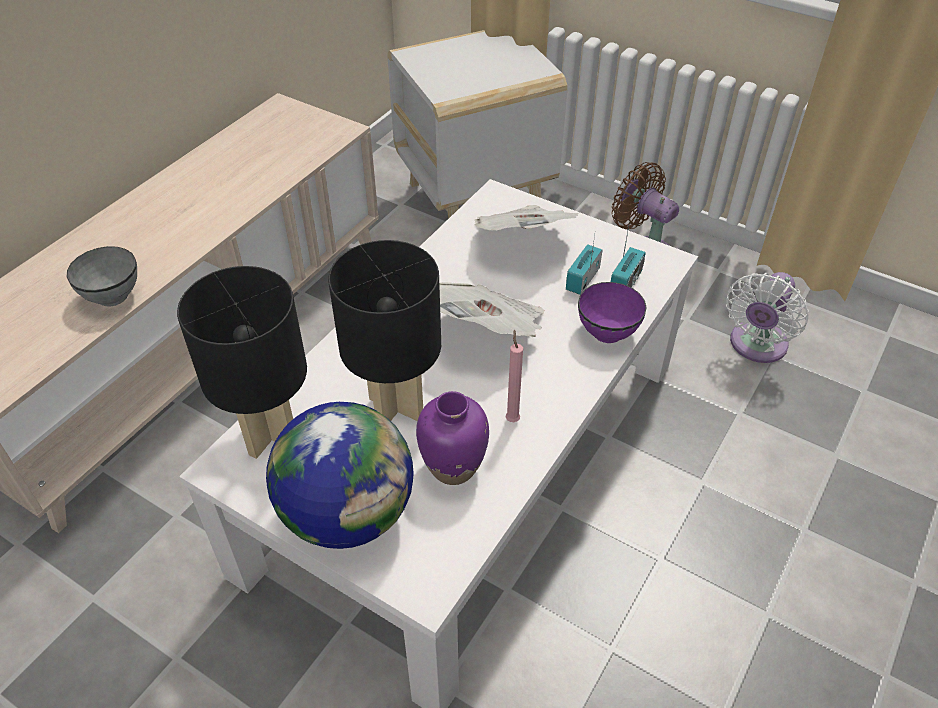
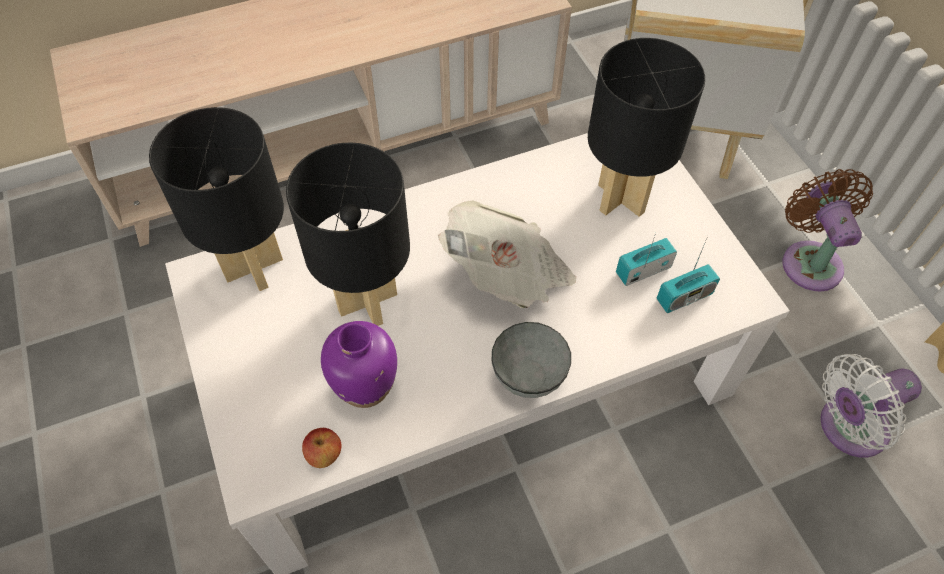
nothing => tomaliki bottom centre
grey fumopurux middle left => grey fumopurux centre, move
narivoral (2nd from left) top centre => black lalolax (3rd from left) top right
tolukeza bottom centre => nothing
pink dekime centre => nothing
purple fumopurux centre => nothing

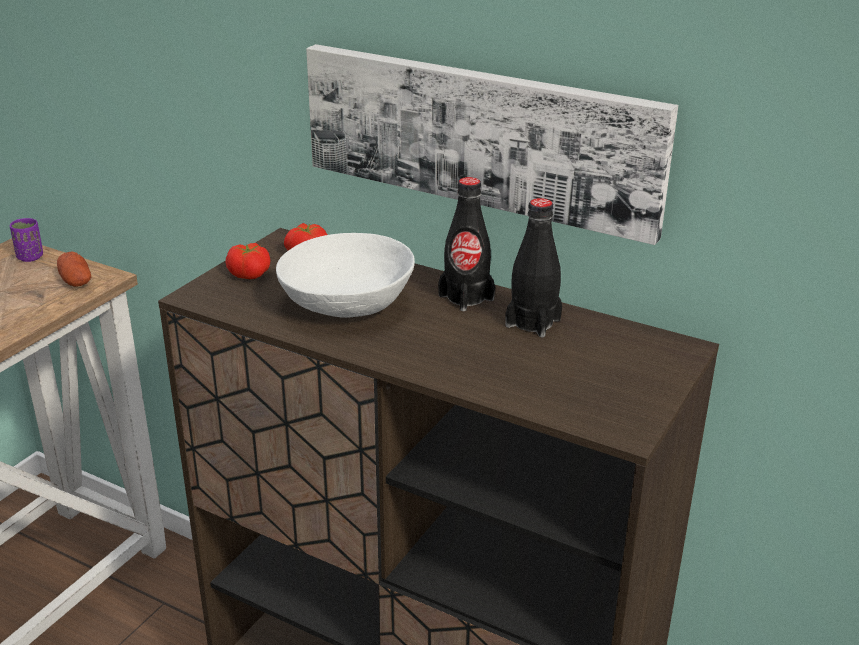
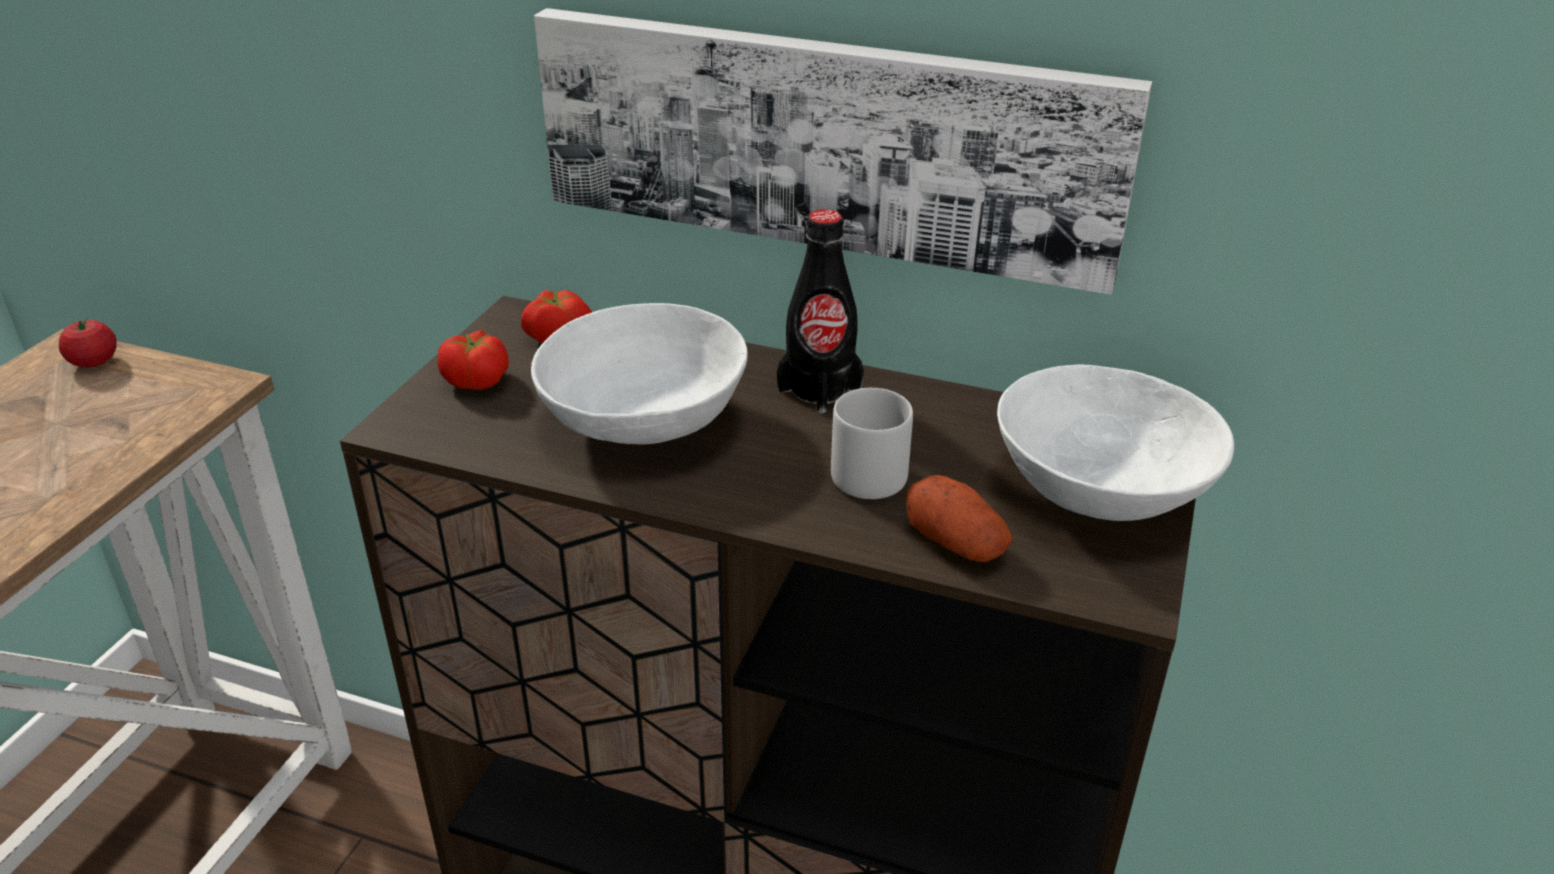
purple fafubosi middle left => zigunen (1st from left) middle left
nothing => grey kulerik centre
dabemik middle left => dabemik centre, move
nothing => white fumopurux (2nd from left) middle right
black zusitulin (2nd from left) centre => nothing

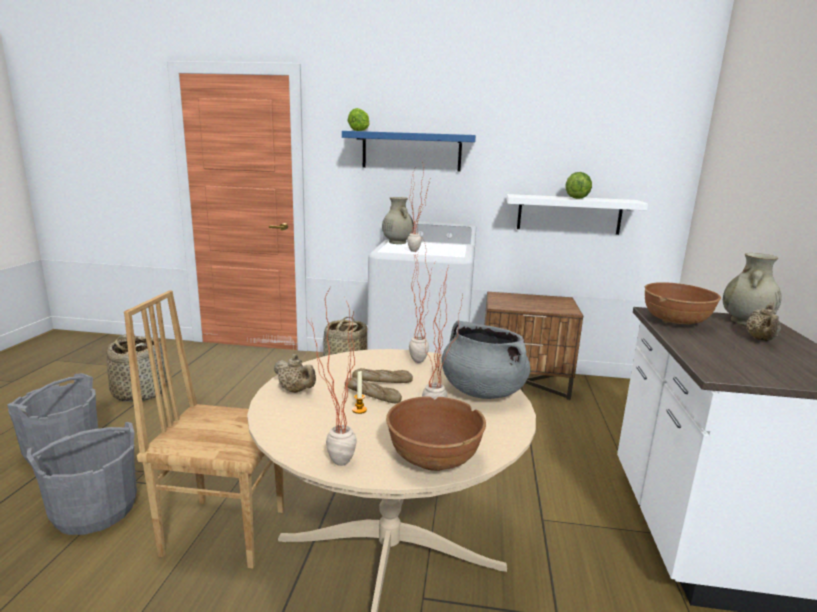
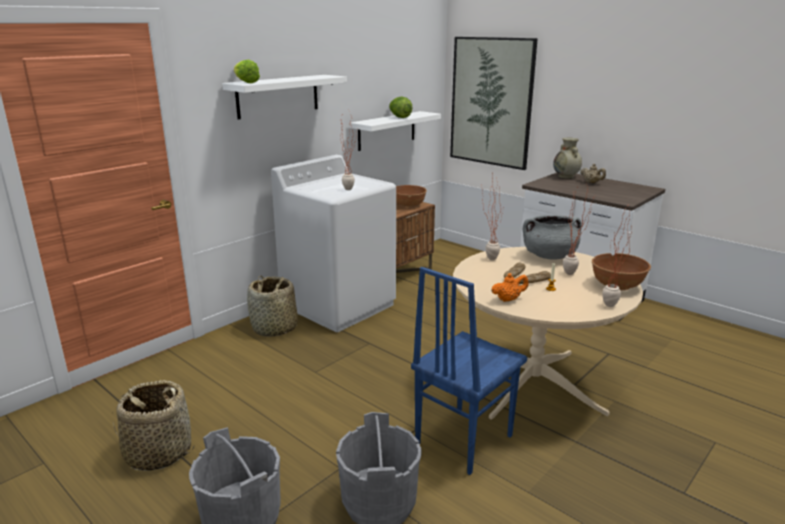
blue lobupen top centre => white lobupen (1st from left) top centre
brown fumopurux (2nd from left in the first image) middle right => brown fumopurux (1st from left) centre, move
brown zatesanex bottom left => blue zatesanex bottom centre
nothing => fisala top centre
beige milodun (1st from left) centre => orange milodun centre
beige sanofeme (1st from left) centre => nothing

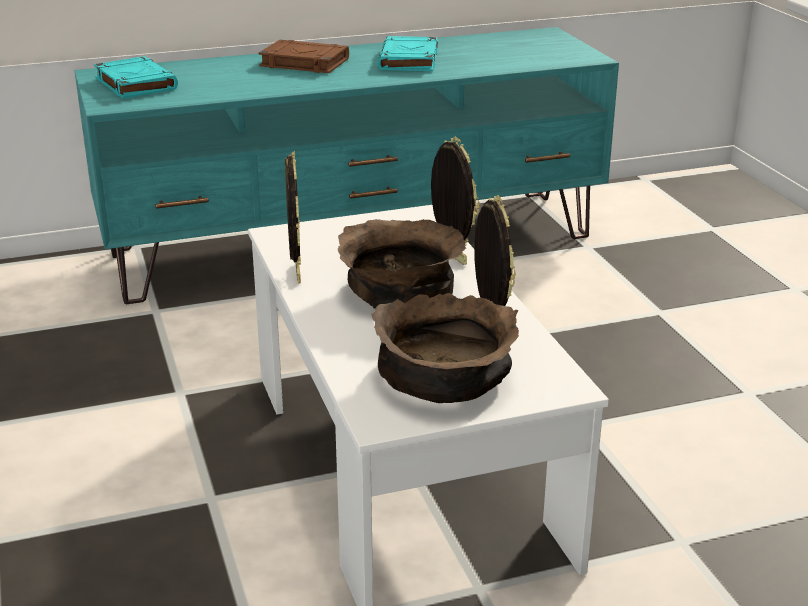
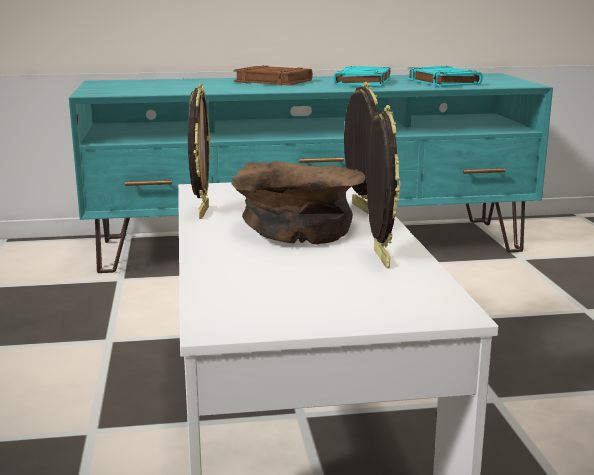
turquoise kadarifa (1st from left in the first image) top left => turquoise kadarifa (2nd from left) top right, move
brown fumopurux (2nd from left) centre => nothing

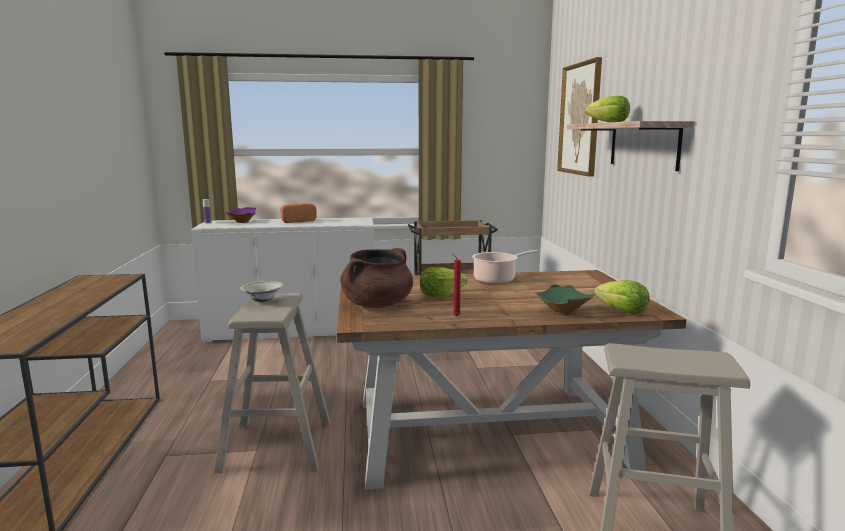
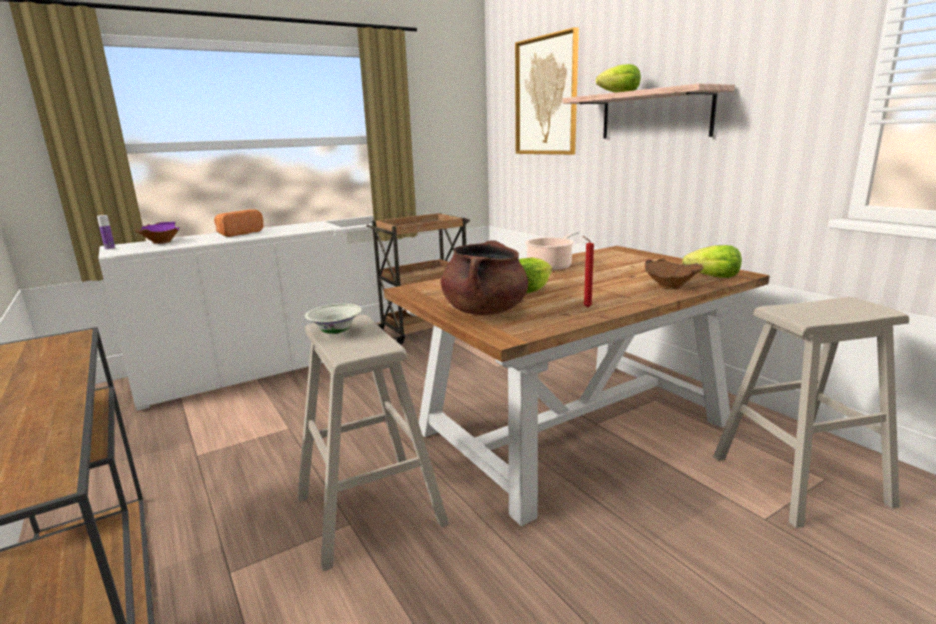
green fumopurux middle right => brown fumopurux middle right

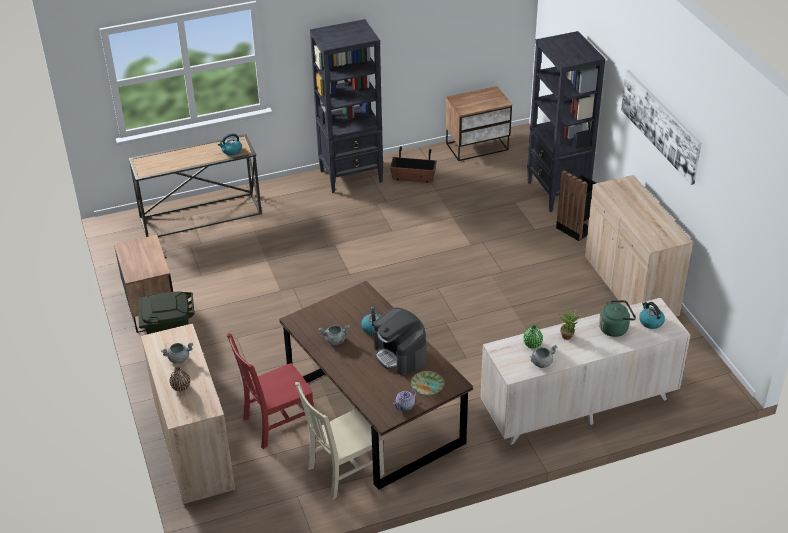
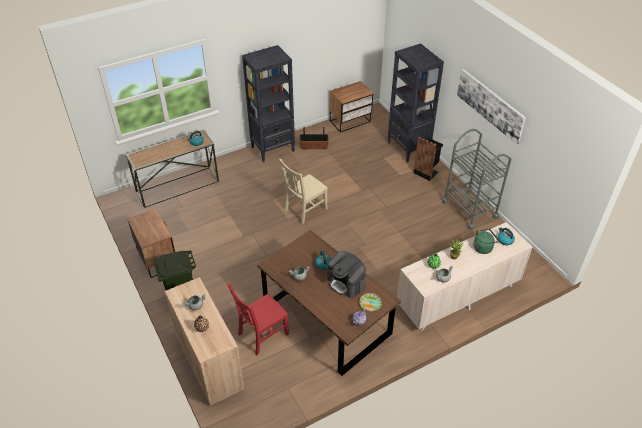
beige zatesanex bottom centre => beige zatesanex centre, move
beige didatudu (2nd from left) middle right => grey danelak middle right

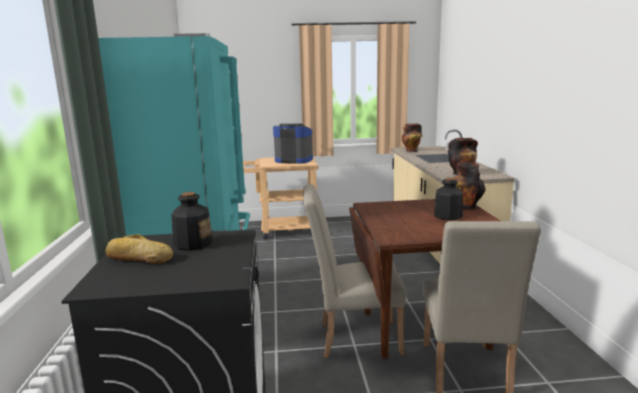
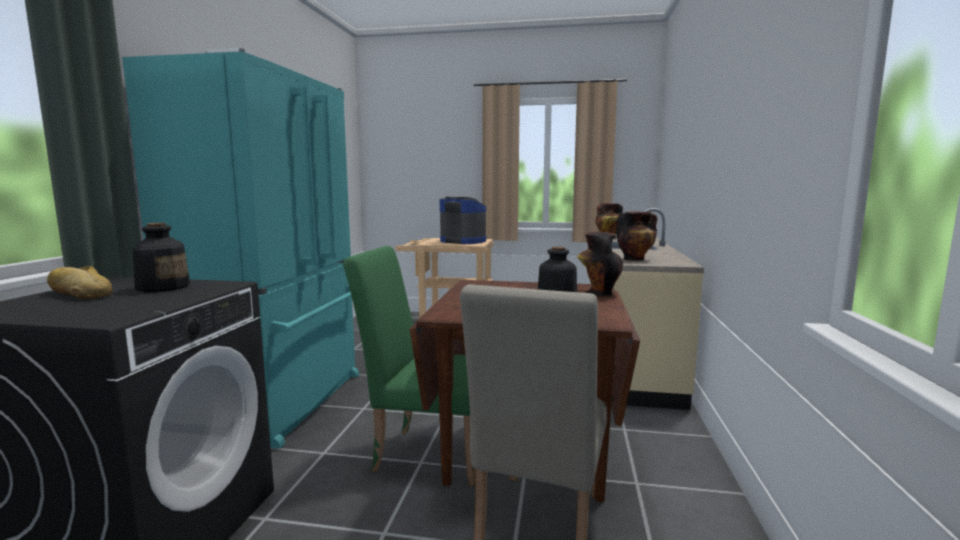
beige zatesanex (1st from left) bottom centre => green zatesanex bottom centre

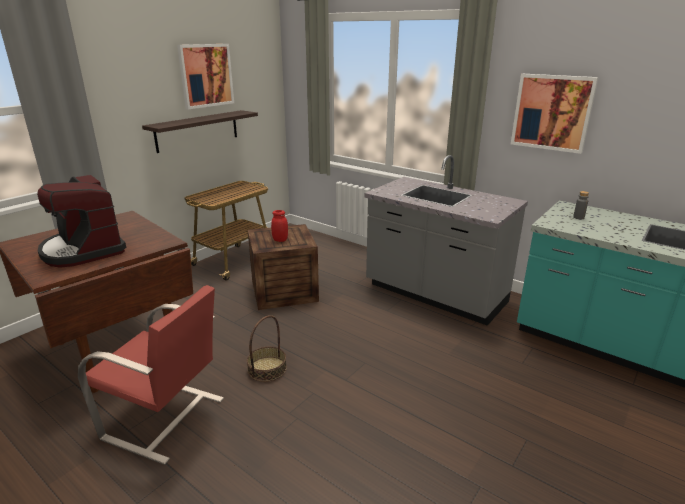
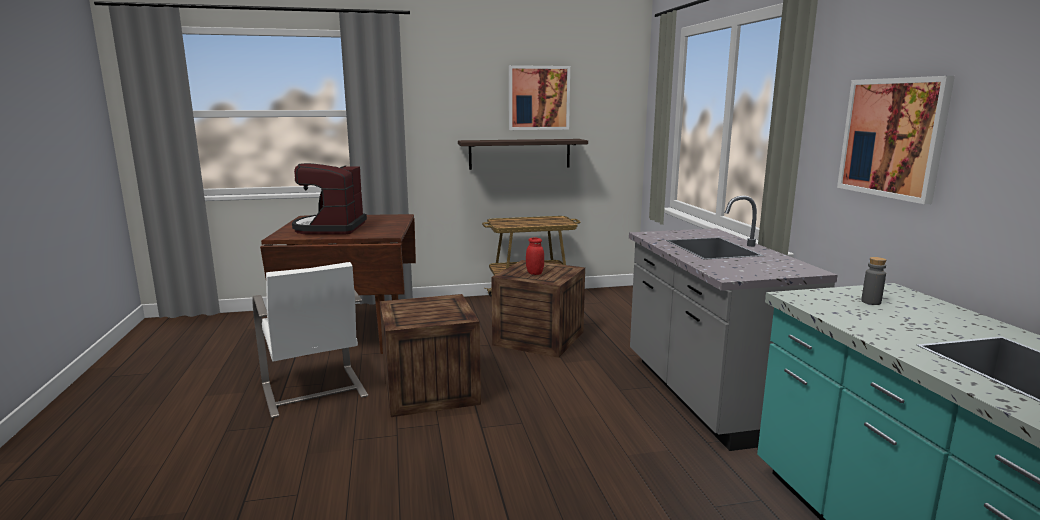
red zatesanex bottom left => white zatesanex middle left
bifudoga bottom centre => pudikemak (1st from left) bottom centre

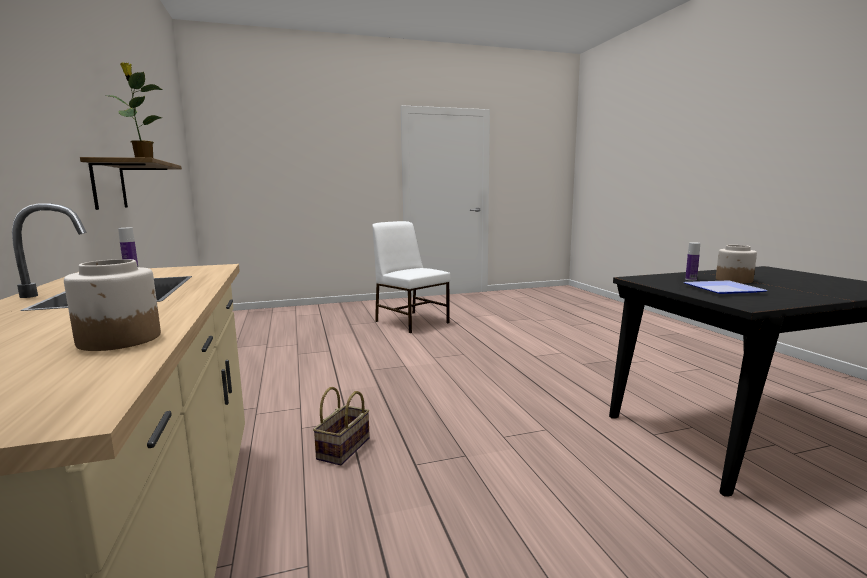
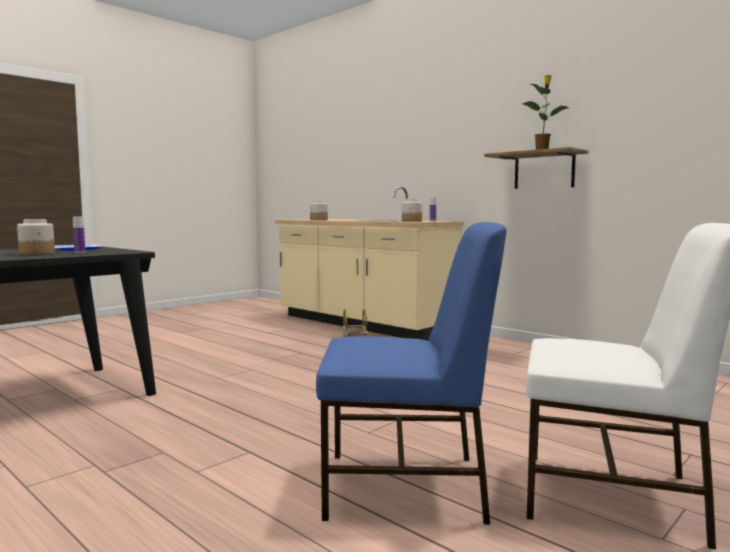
nothing => blue zatesanex bottom centre
nothing => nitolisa (3rd from left) centre

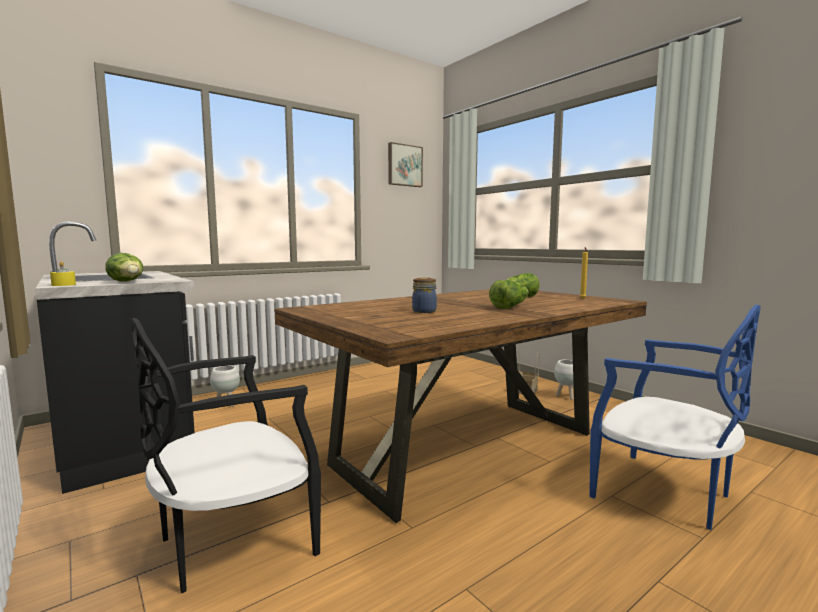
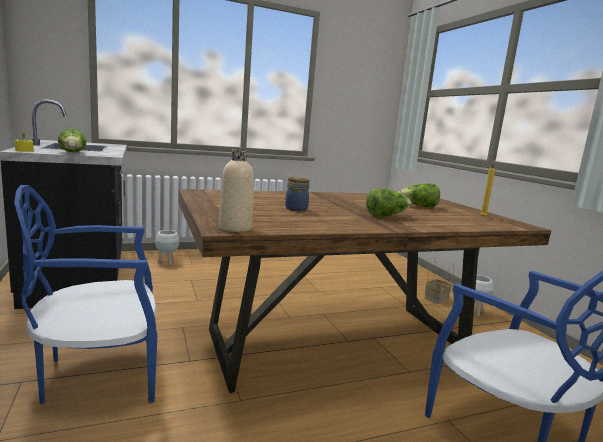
black zatesanex bottom left => blue zatesanex (1st from left) middle left
nothing => beige zusitulin centre
fisala top centre => nothing

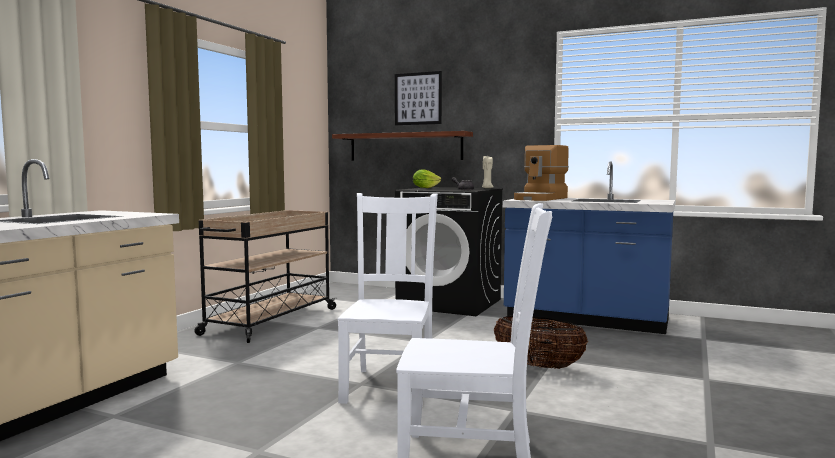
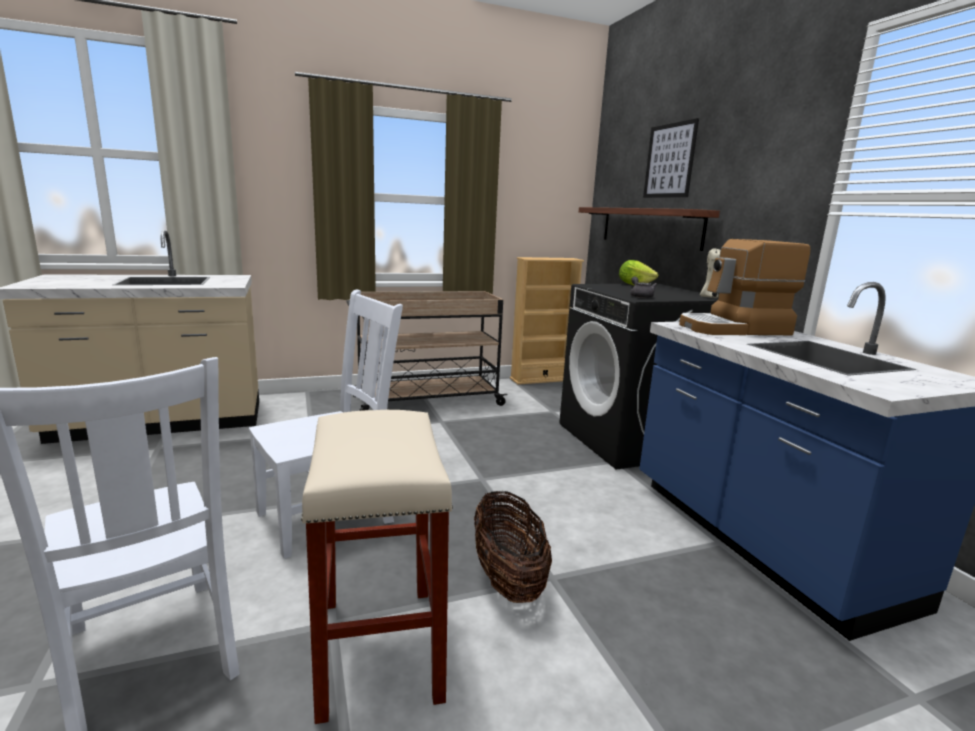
nothing => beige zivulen bottom centre
nothing => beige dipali centre

